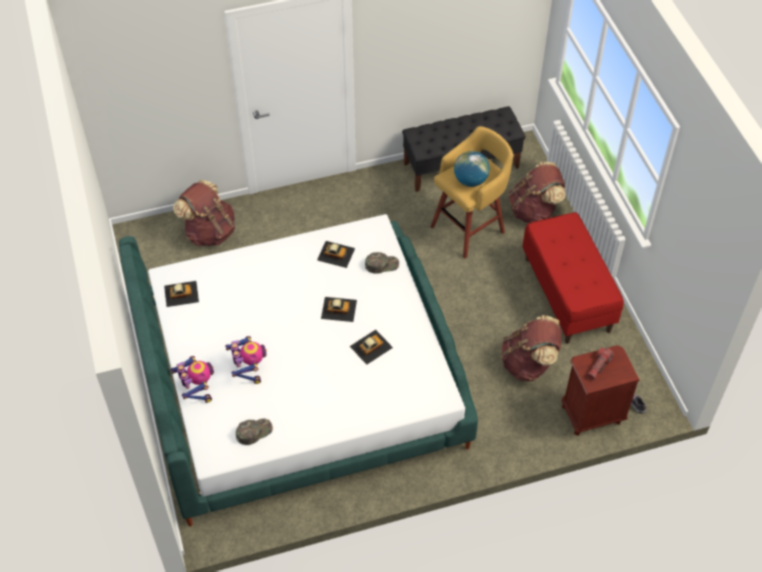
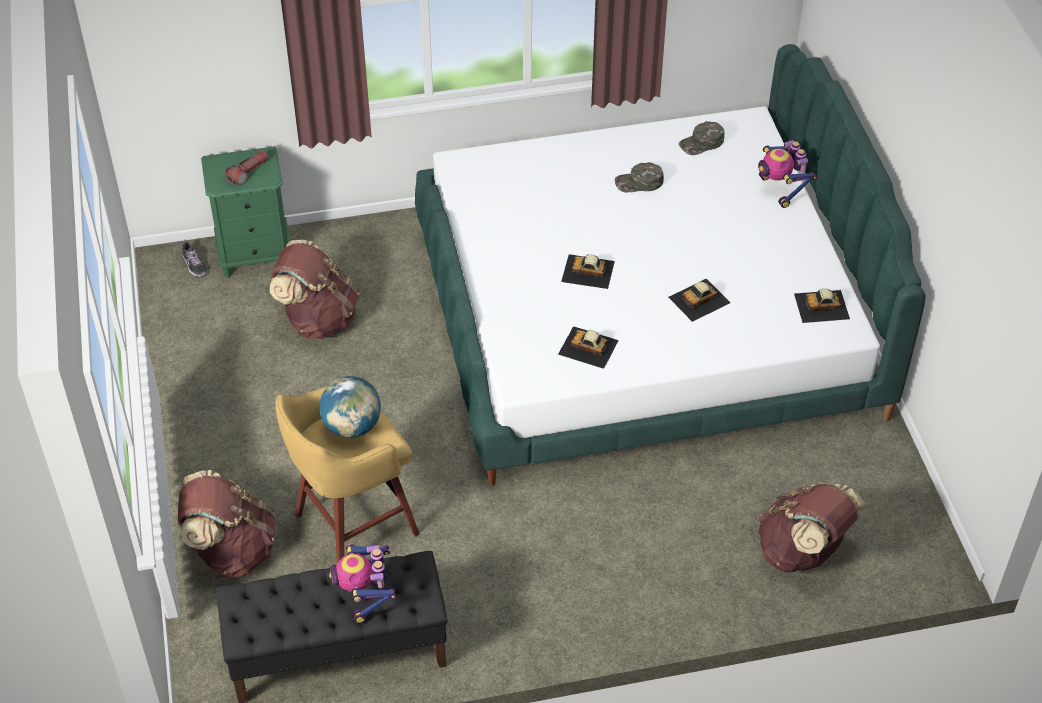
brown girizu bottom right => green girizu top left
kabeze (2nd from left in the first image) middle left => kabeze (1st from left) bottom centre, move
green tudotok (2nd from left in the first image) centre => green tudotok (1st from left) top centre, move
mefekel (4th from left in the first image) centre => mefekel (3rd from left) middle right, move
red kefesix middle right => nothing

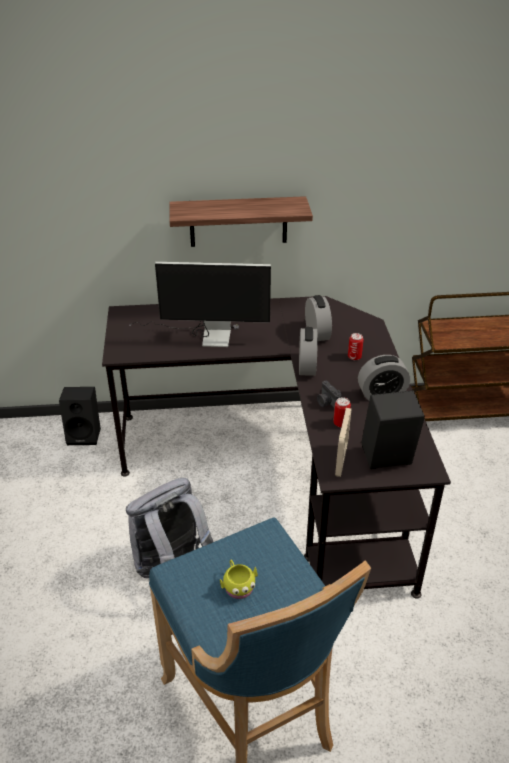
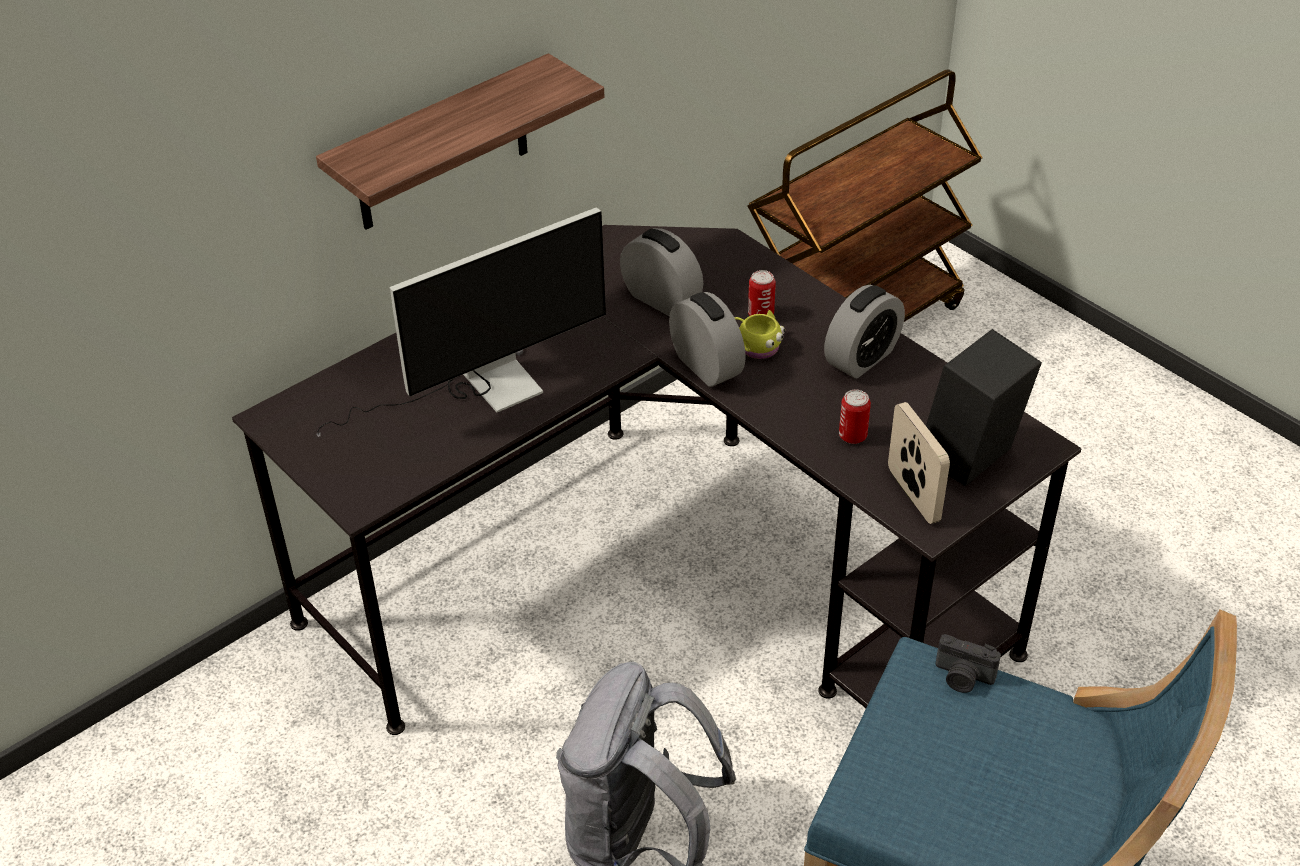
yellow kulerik bottom centre => yellow kulerik centre, move
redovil centre => redovil bottom right, move
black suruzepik (1st from left) middle left => nothing

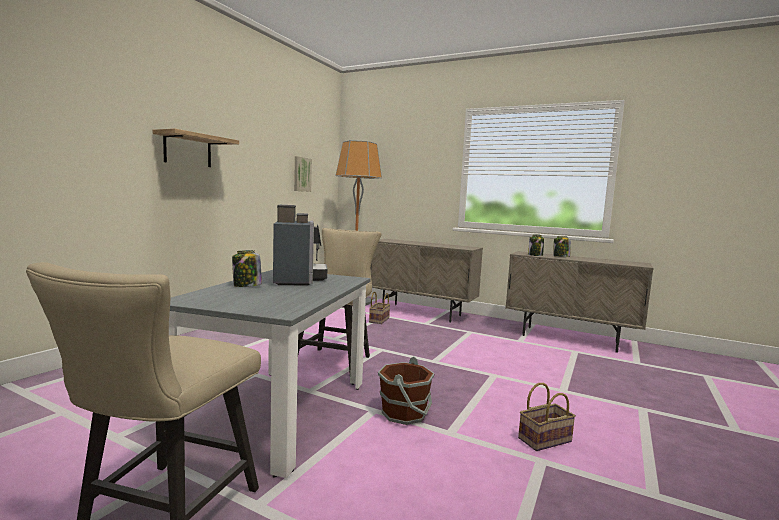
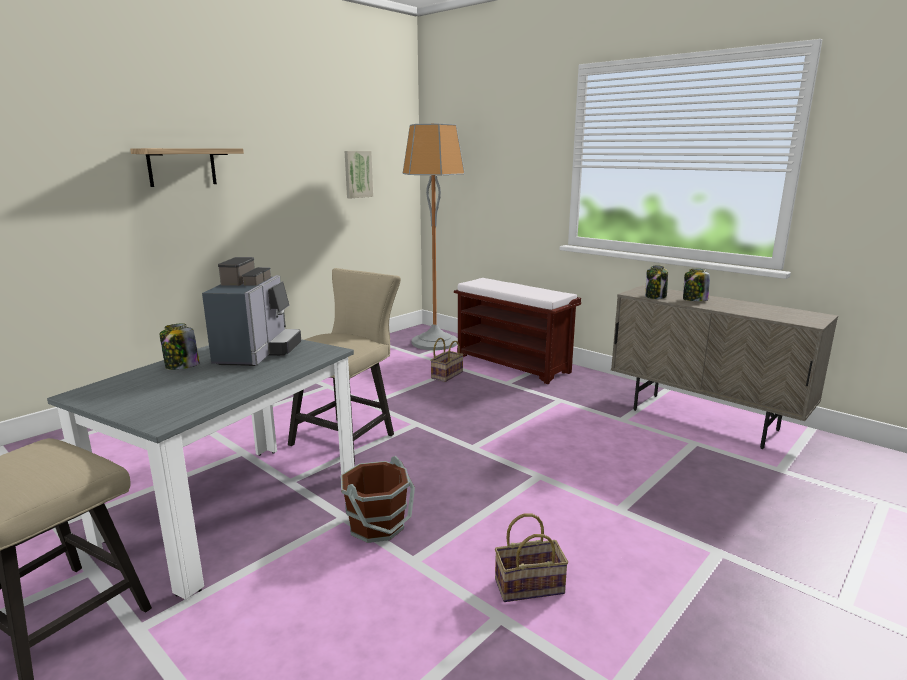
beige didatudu (1st from left) centre => brown kefesix centre

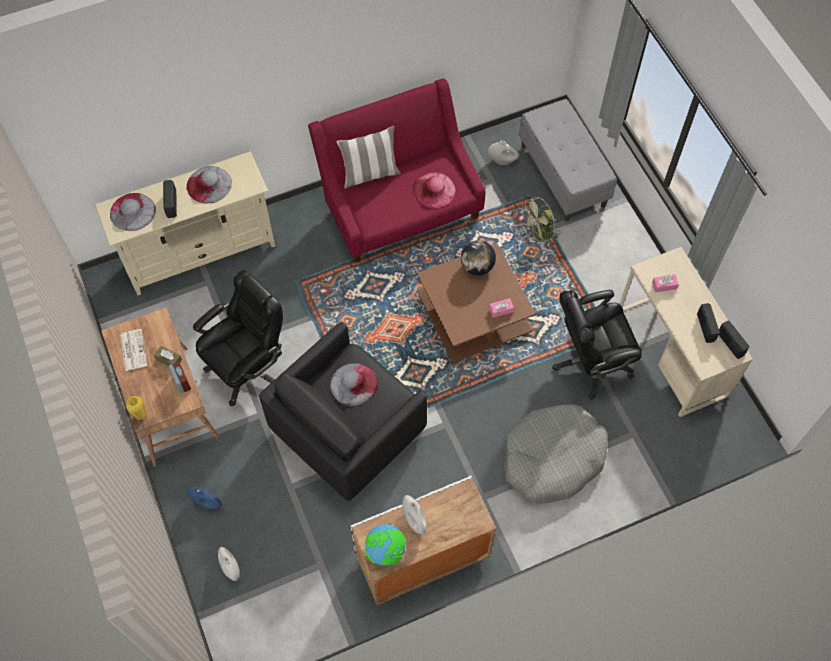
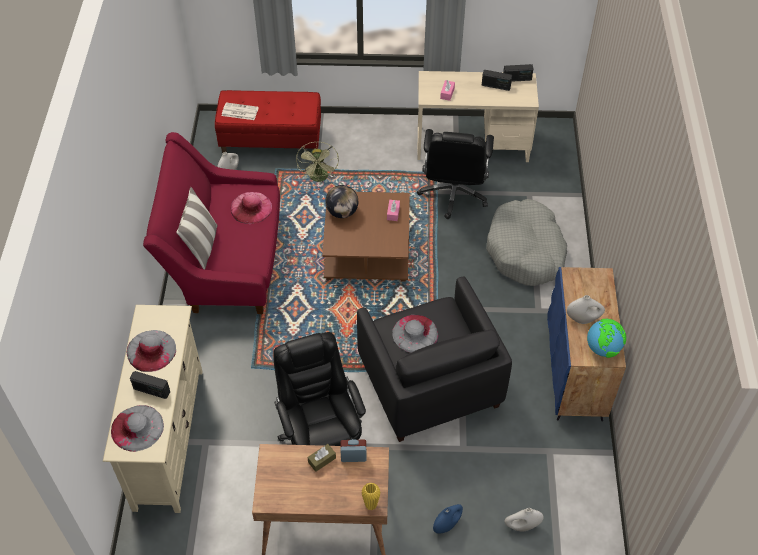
grey kefesix top right => red kefesix top centre
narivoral middle left => narivoral top left, move
white didatudu bottom centre => blue didatudu middle right

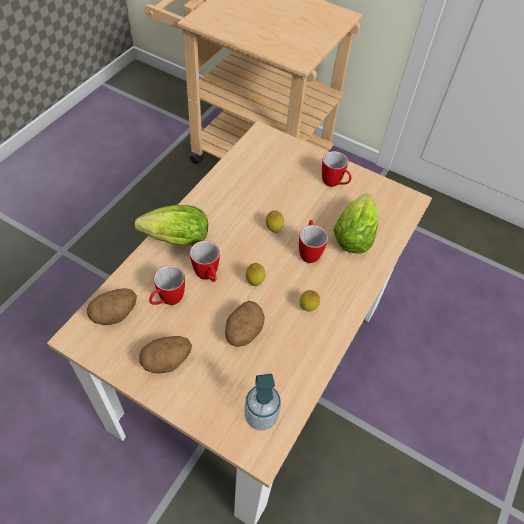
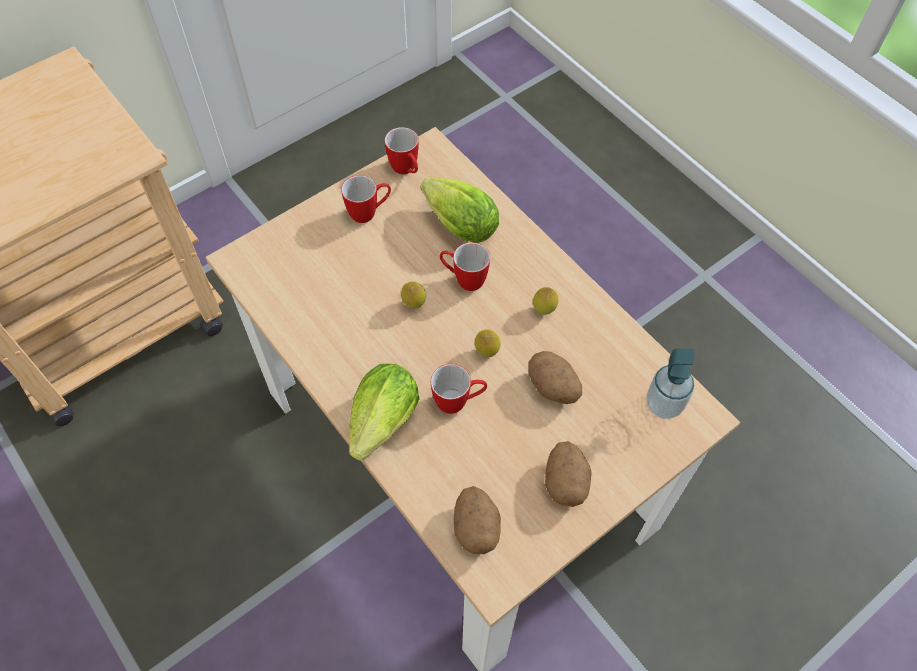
kulerik (1st from left in the first image) middle left => kulerik (2nd from left) top centre, move

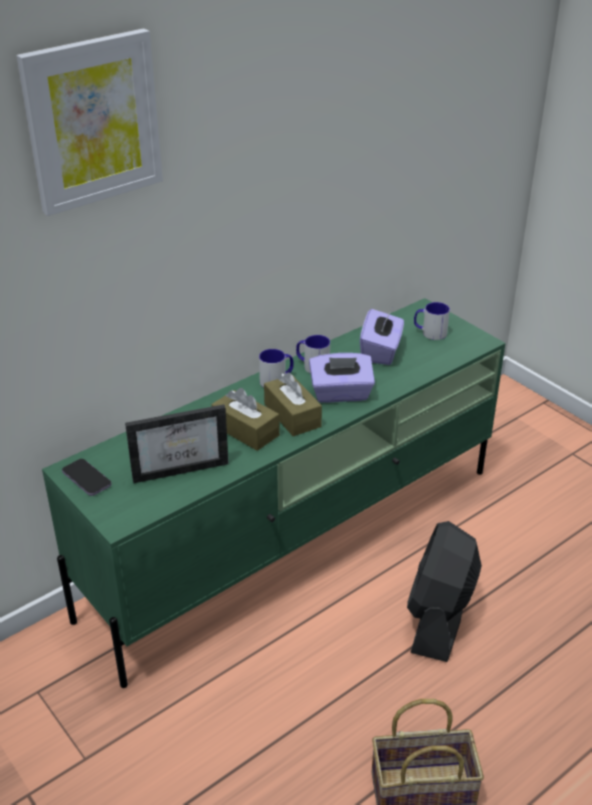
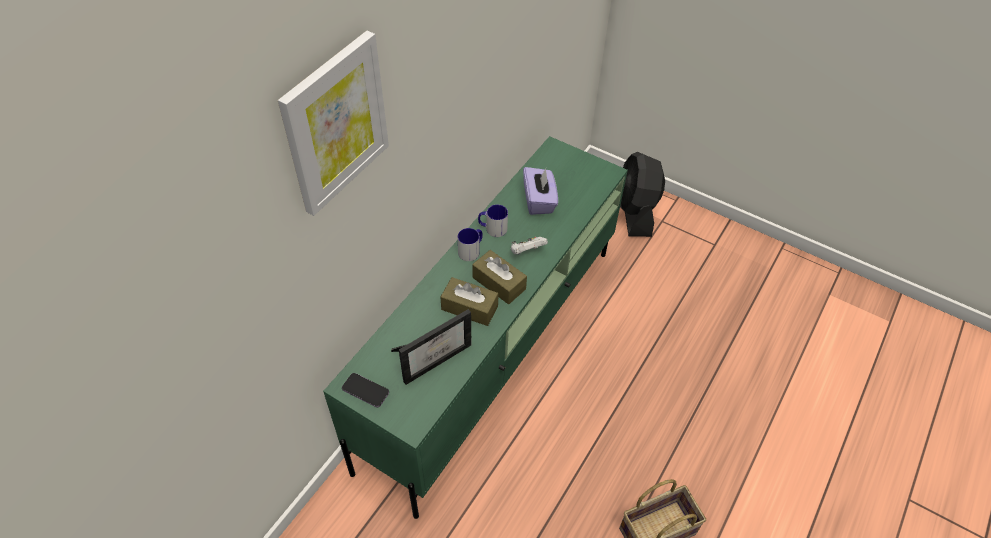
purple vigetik (1st from left) centre => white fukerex centre
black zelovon bottom right => black zelovon centre, move
kulerik (3rd from left) middle right => nothing

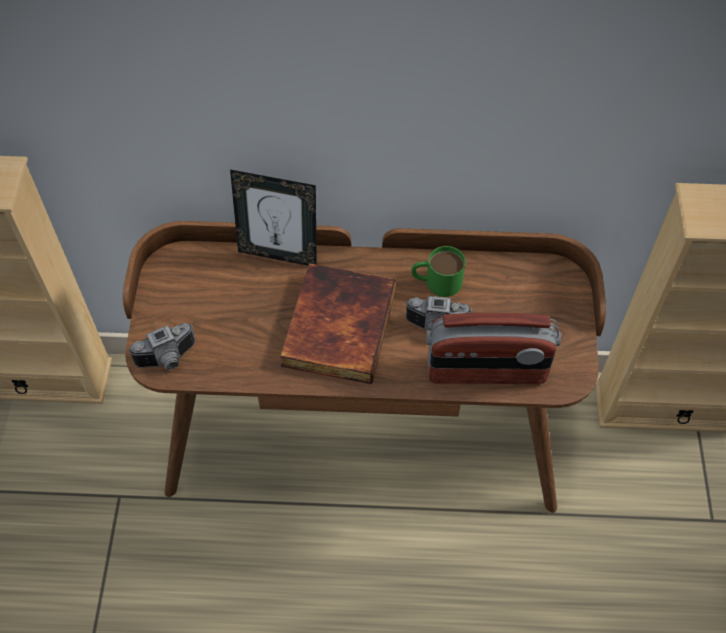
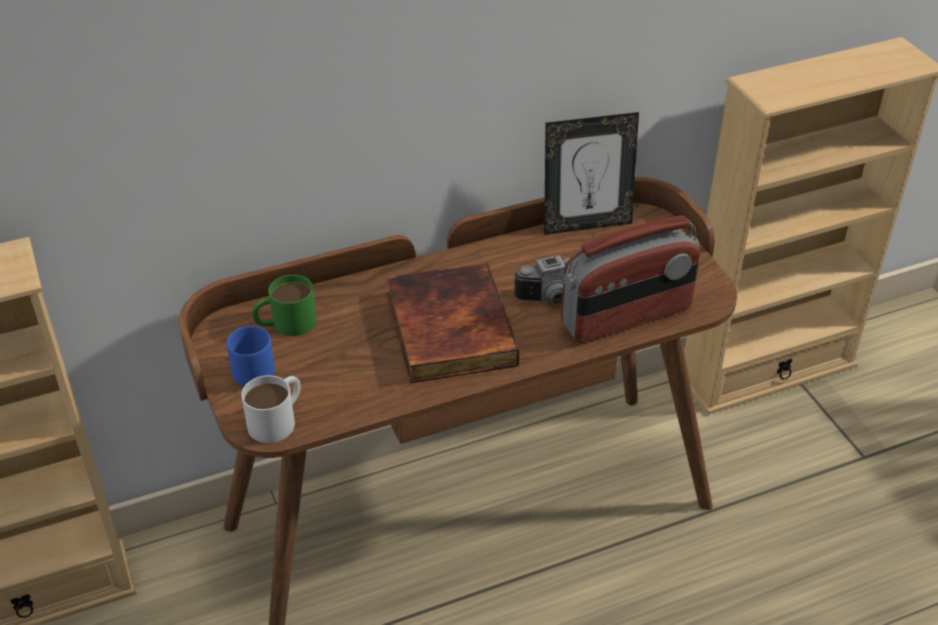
nothing => blue kulerik middle left
redovil (1st from left) middle left => white kulerik middle left
green kulerik centre => green kulerik middle left, move
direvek centre => direvek top centre, move

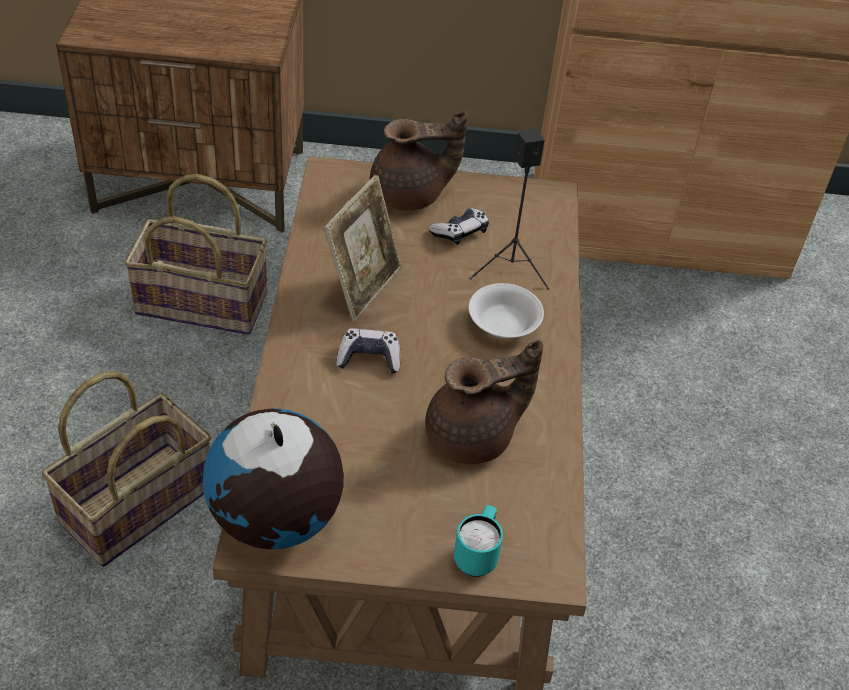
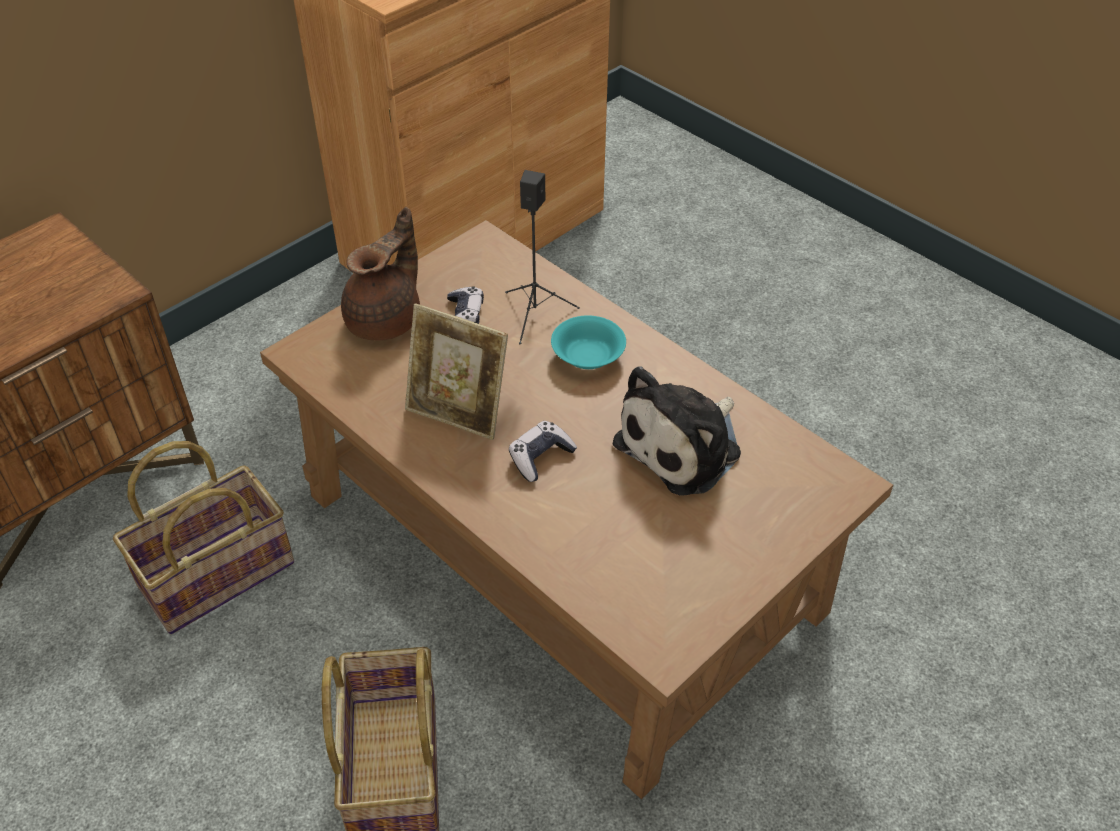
direvek centre, 135 degrees clockwise
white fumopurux centre => turquoise fumopurux centre
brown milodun (2nd from left) centre => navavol centre
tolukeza bottom left => nothing
turquoise kulerik bottom centre => nothing

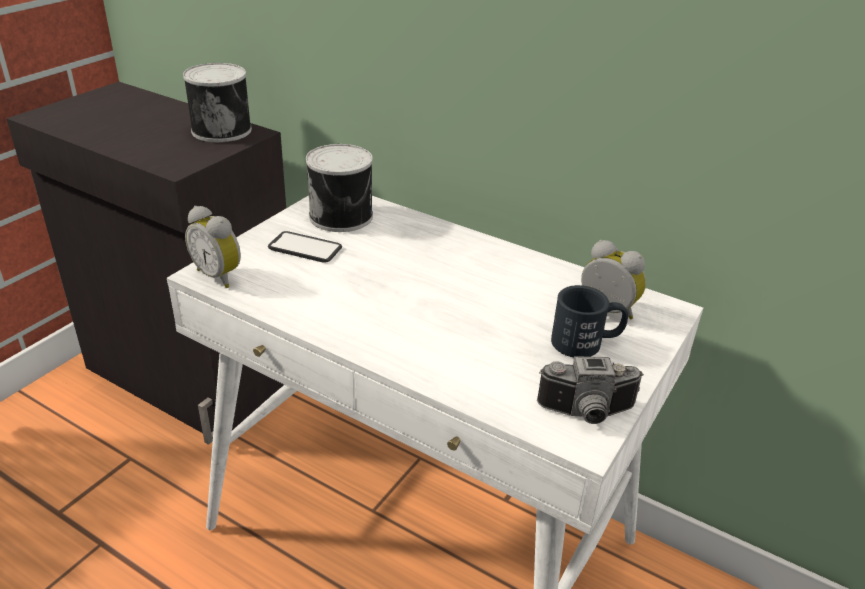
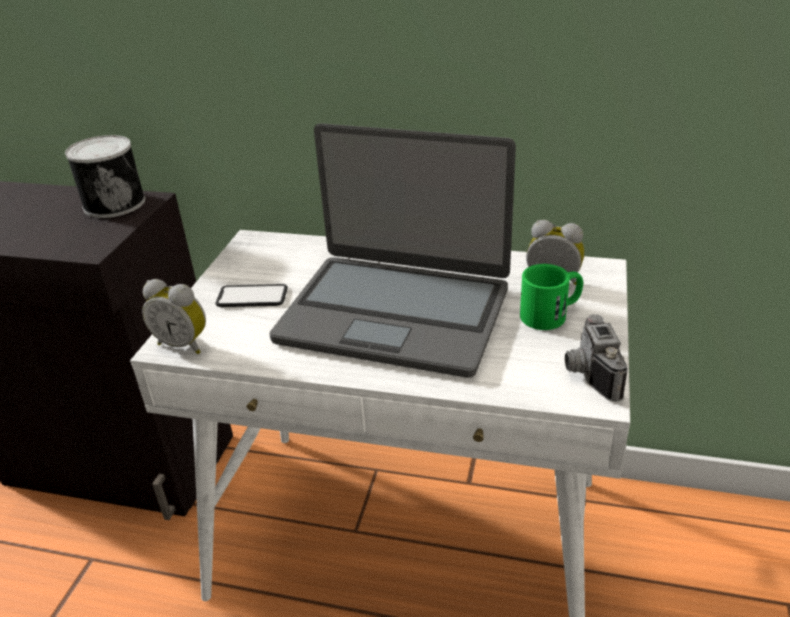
nothing => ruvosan centre
black kulerik middle right => green kulerik middle right
redovil middle right, 105 degrees clockwise
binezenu (2nd from left) top centre => nothing

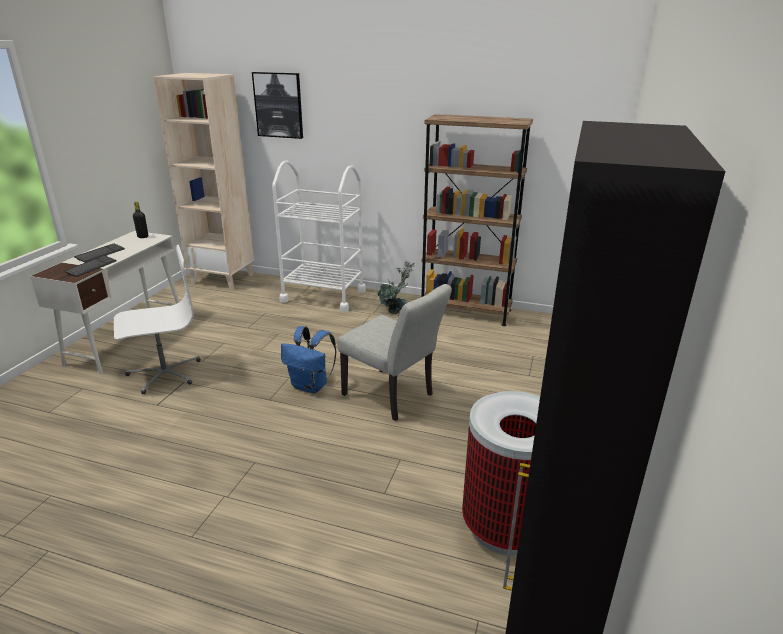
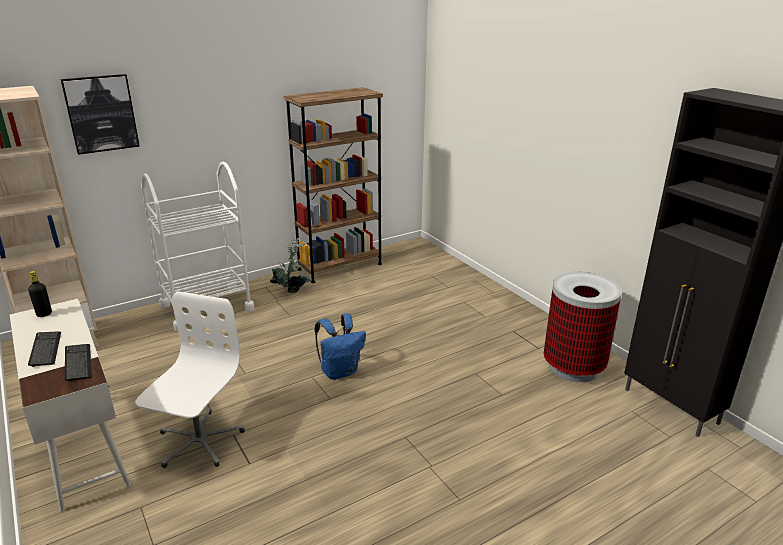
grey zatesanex centre => nothing

